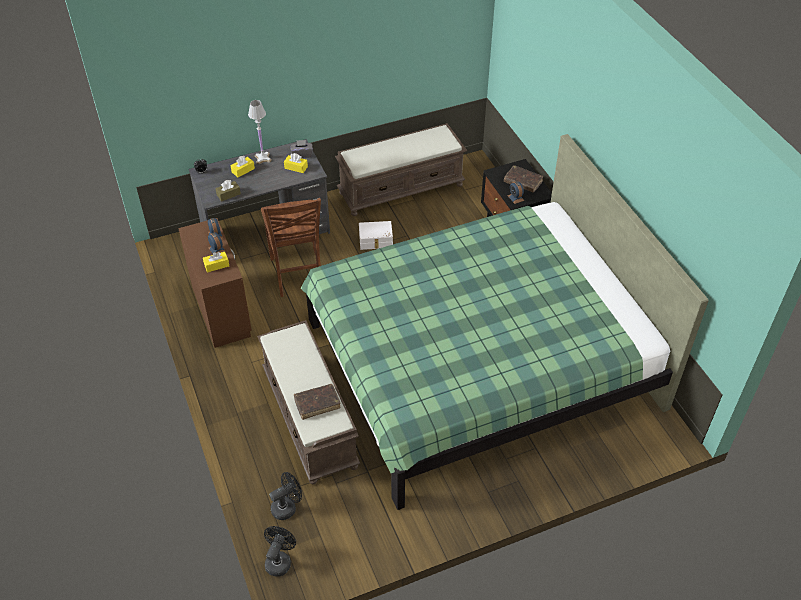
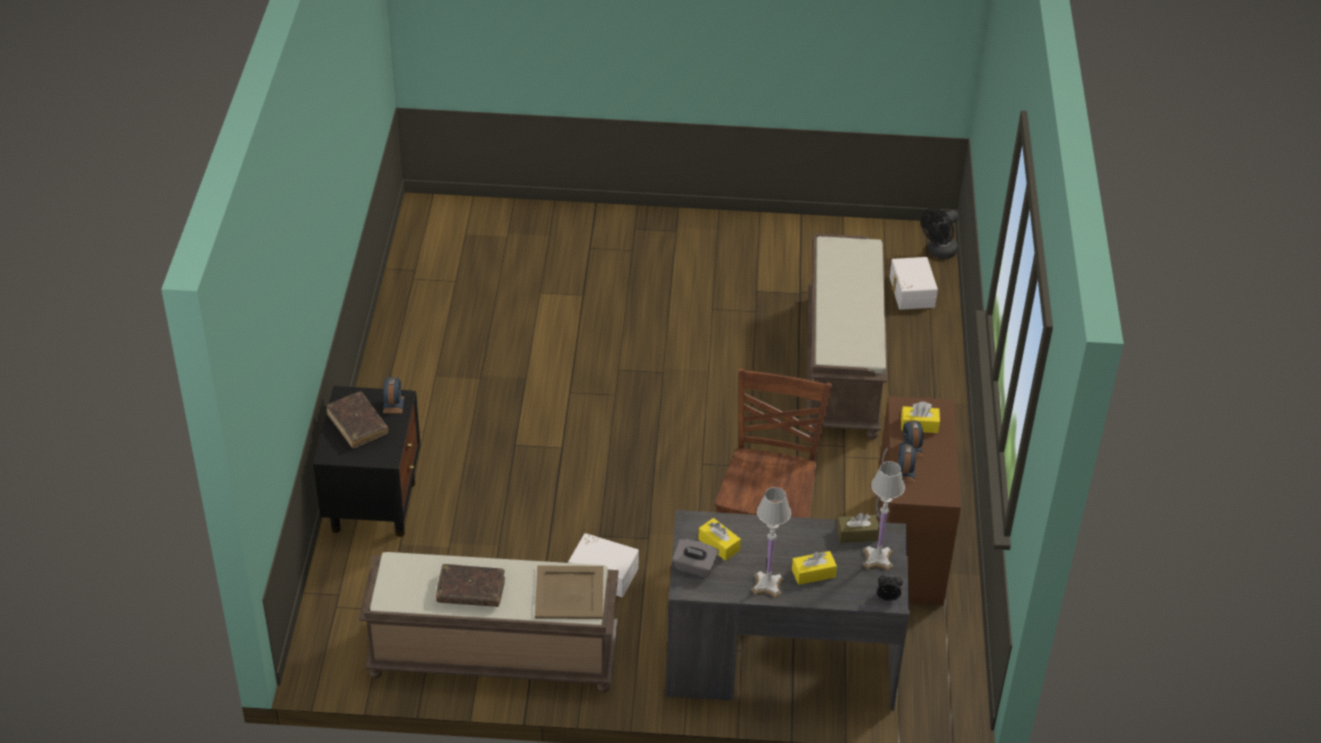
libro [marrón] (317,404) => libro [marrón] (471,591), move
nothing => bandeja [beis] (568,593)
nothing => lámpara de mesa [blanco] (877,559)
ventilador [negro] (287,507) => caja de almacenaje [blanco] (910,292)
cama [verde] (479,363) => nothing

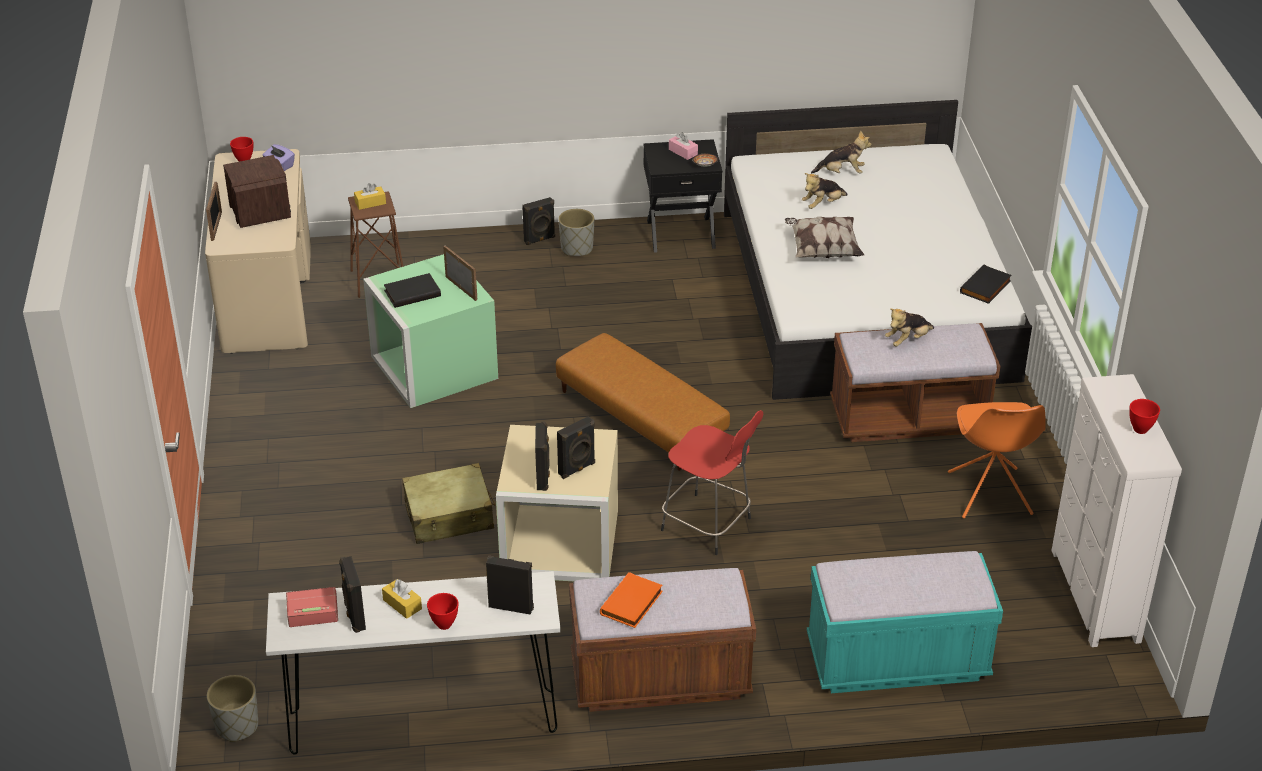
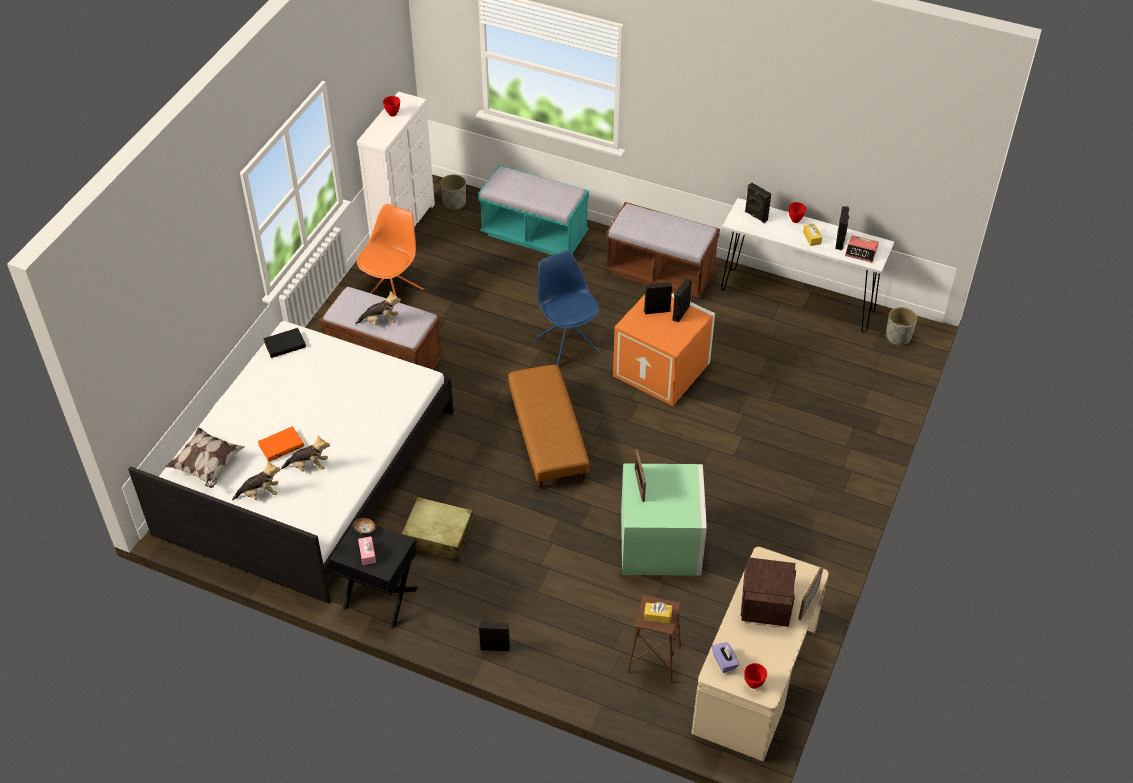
cojín (823,250) => cojín (207,466), move
peluche (842,173) => peluche (260,493), 135 degrees clockwise
libro [naranja] (632,604) => libro [naranja] (281,445), move
maleta [beis] (449,516) => maleta [beis] (438,536), move
maceta [gris] (577,248) => maceta [gris] (454,203), move
taburete [rojo] (709,525) => silla [azul] (567,344)
caja de almacenaje [beis] (558,544) => caja de almacenaje [naranja] (663,369)
libro [negro] (412,292) => nothing

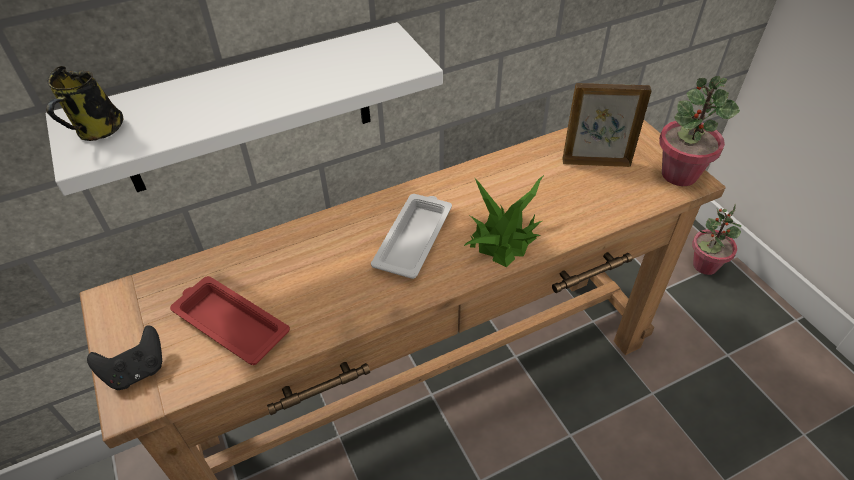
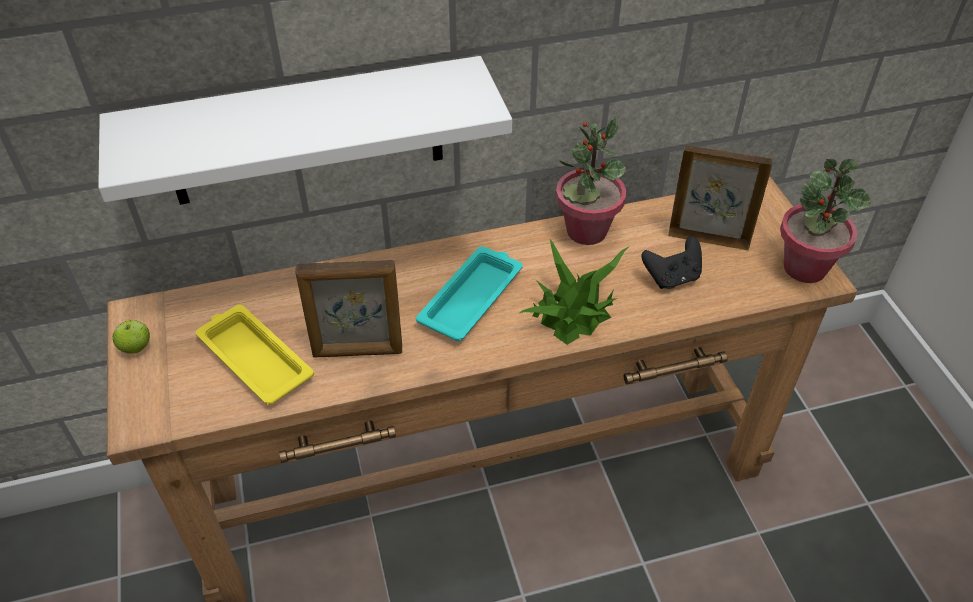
nothing => manzana (136,348)
bandeja [rojo] (229,323) => bandeja [amarillo] (254,358)
nothing => portarretratos (358,352)
bandeja [blanco] (414,238) => bandeja [turquesa] (472,297)
planta en maceta (705,265) => planta en maceta (586,231), move
mando de consola [negro] (137,371) => mando de consola [negro] (672,277), move
taza grande (97,131) => nothing

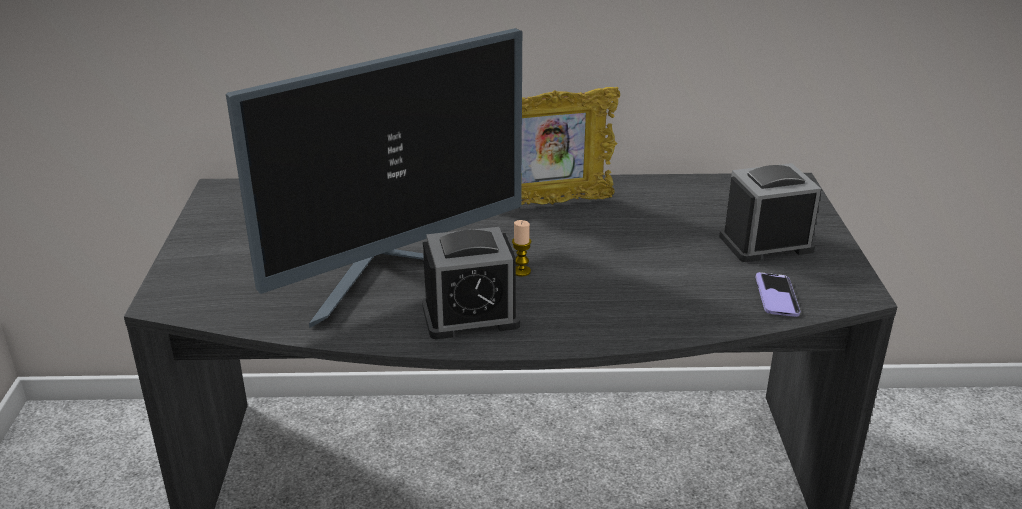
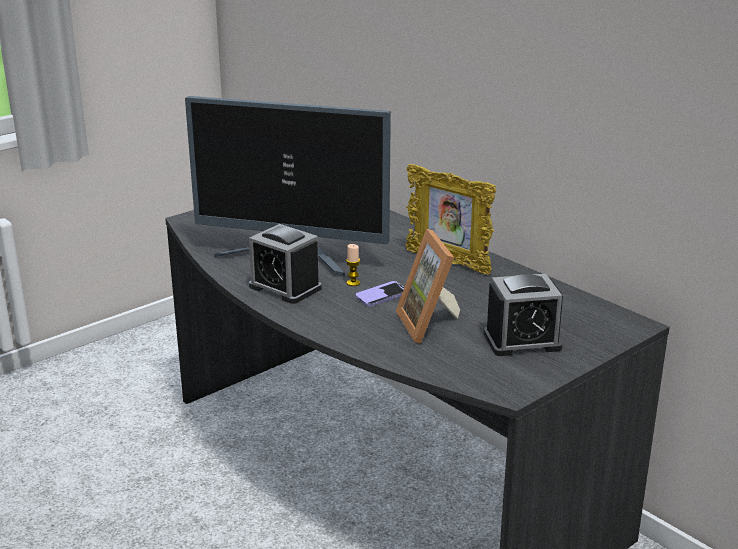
móvil (776,296) => móvil (381,295), move
nothing => portarretratos (431,324)
despertador (766,243) => despertador (522,341), 135 degrees clockwise

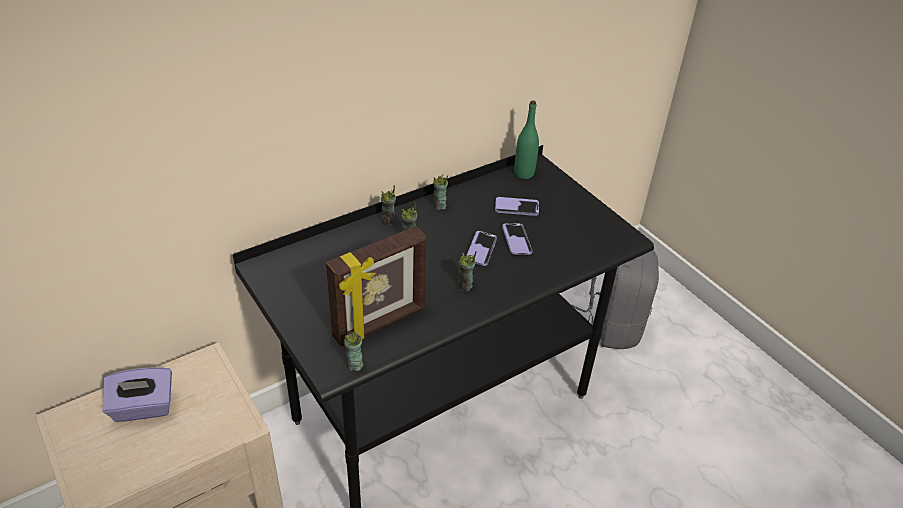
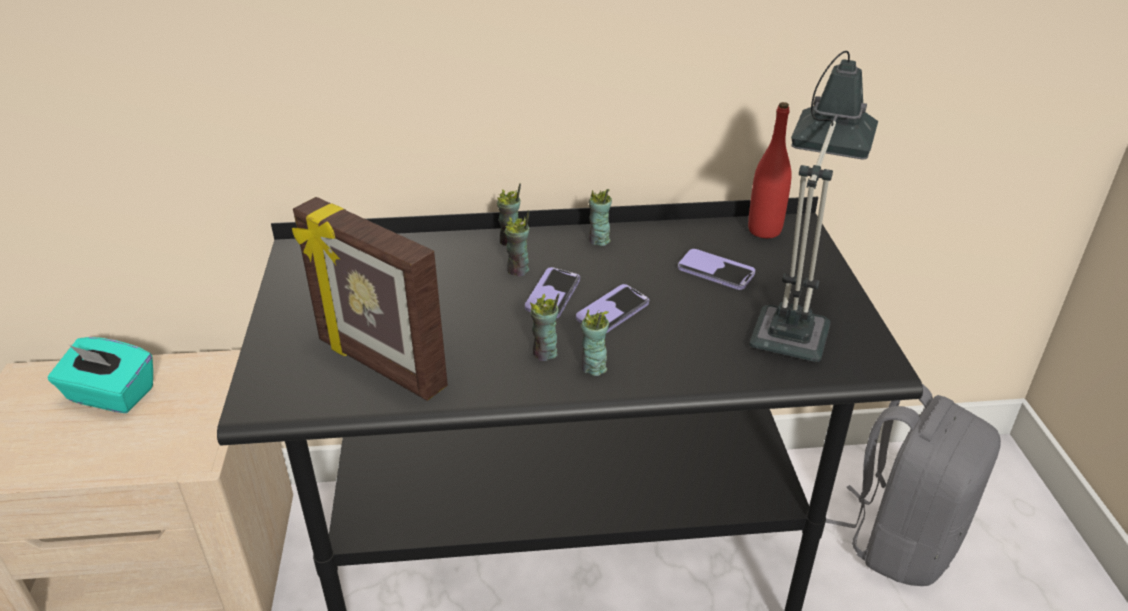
caja de pañuelos [morado] (143,408) => caja de pañuelos [turquesa] (111,396)
portarretratos (380,324) => portarretratos (379,365), 45 degrees clockwise
móvil (516,240) => móvil (553,295), move
taza (354,365) => taza (593,368), move
botella [verde] (524,173) => botella [rojo] (764,230)
nothing => lámpara de mesa (793,325)

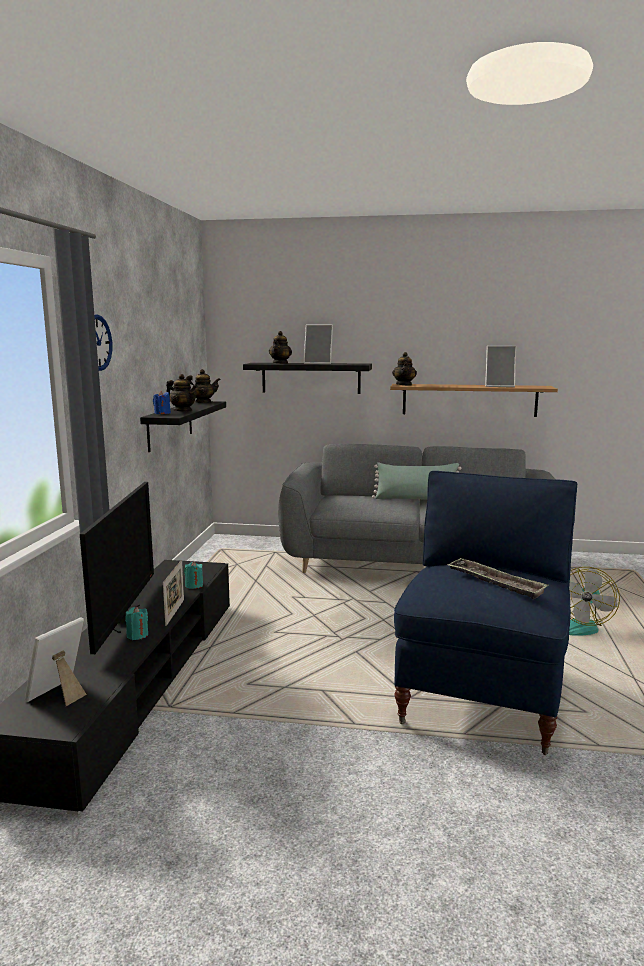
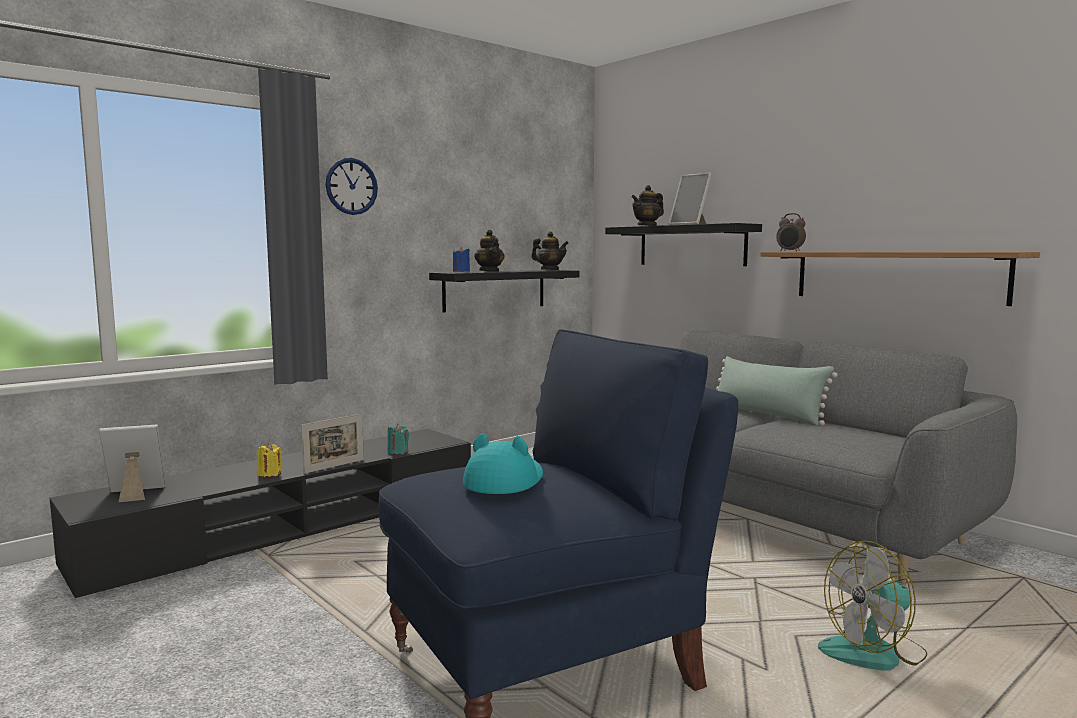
vela [turquesa] (137,635) => vela [amarillo] (270,474)
bandeja (495,582) => sombrero [turquesa] (504,481)
tetera (404,385) => despertador (790,251)
televisor (123,618) => nothing
portarretratos (499,386) => nothing

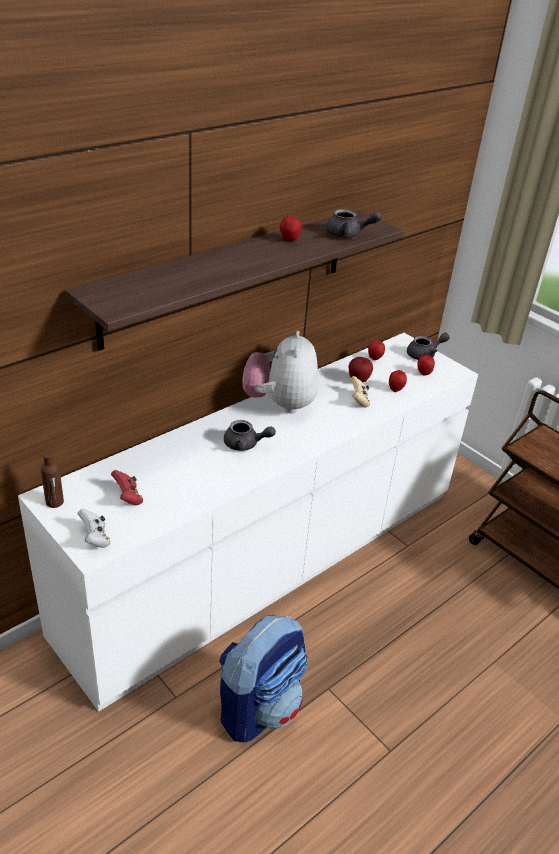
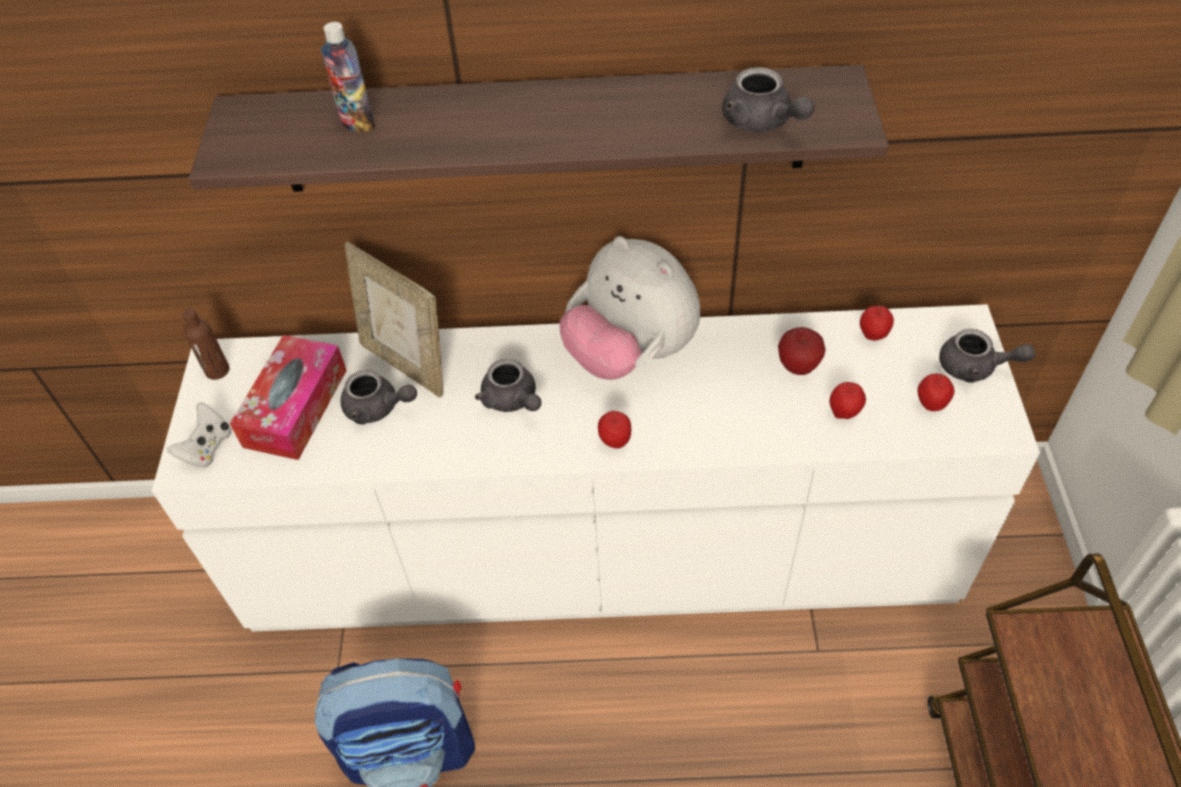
mando de consola [rojo] (128,497) => caja de pañuelos (295,408)
nothing => botella (357,123)
nothing => tetera [gris] (378,408)
nothing => portarretratos (406,364)
peluche (280,404) => peluche (630,354), 90 degrees counterclockwise
manzana (289,240) => manzana (615,442), move
mando de consola [beis] (359,400) => nothing

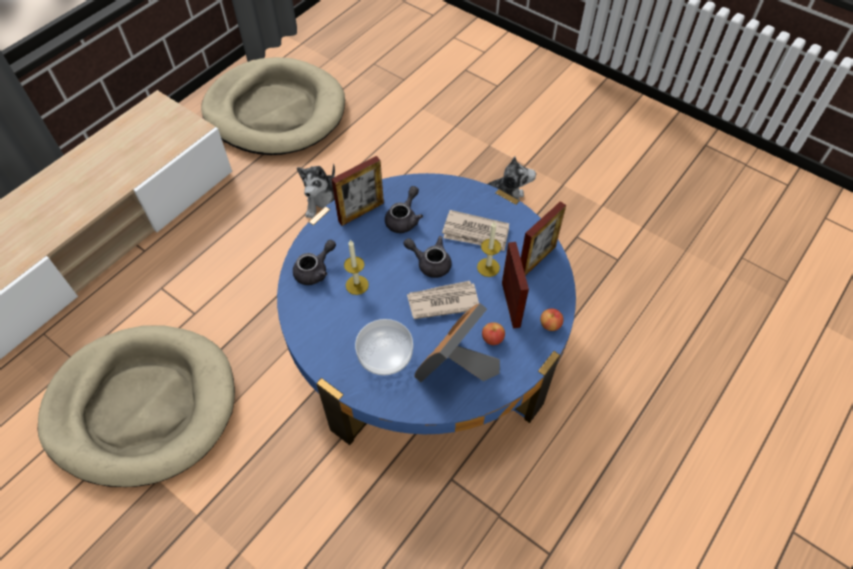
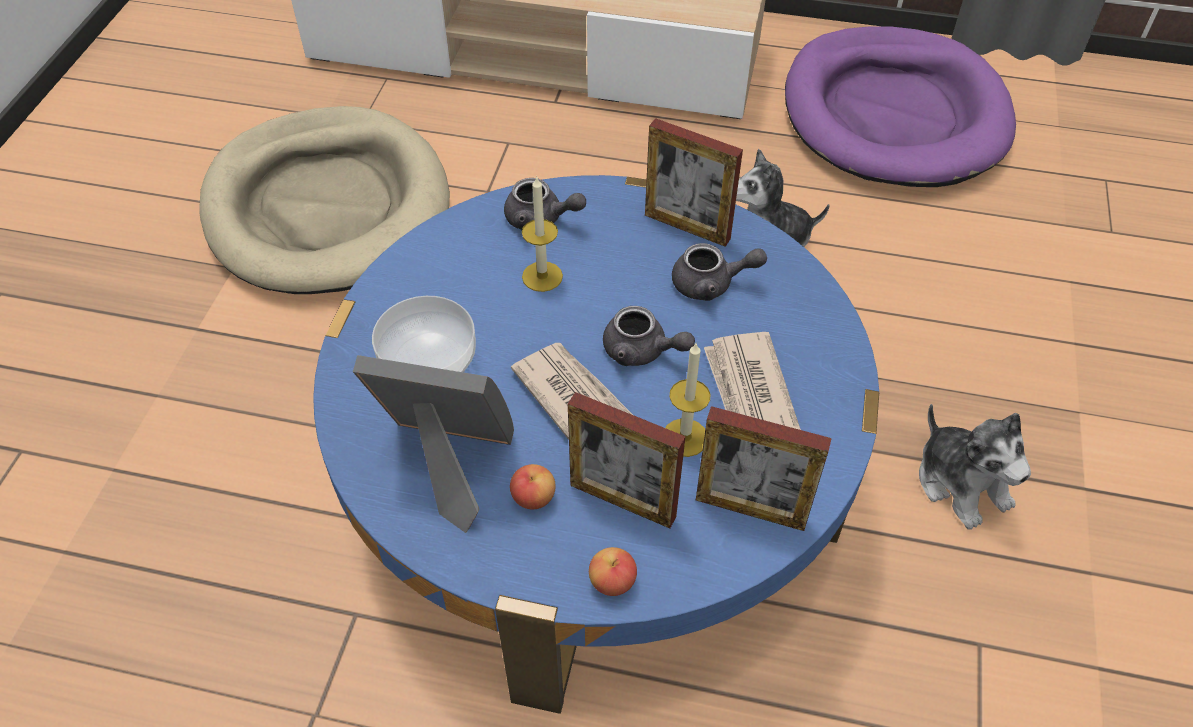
portarretratos (510,304) => portarretratos (622,501), 60 degrees clockwise
tetera [gris] (430,263) => tetera [gris] (642,351), 120 degrees clockwise
cama para perro [beis] (275,111) => cama para perro [morado] (893,114)

